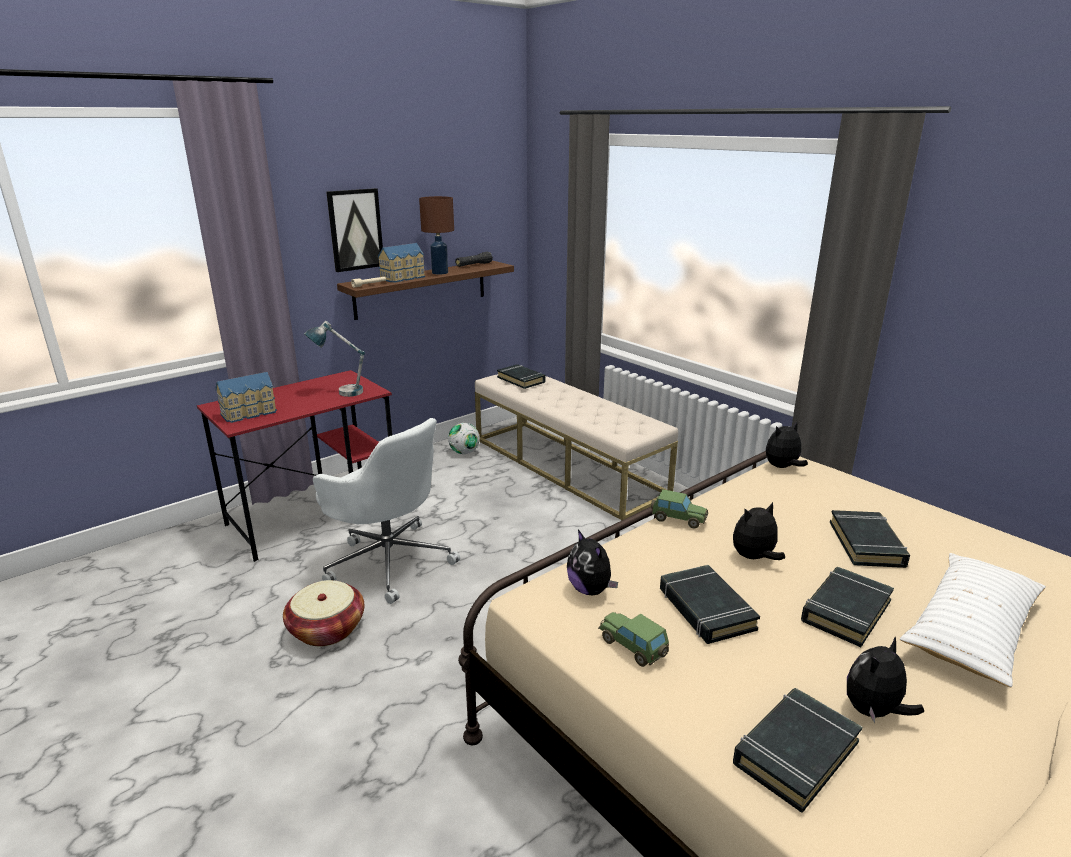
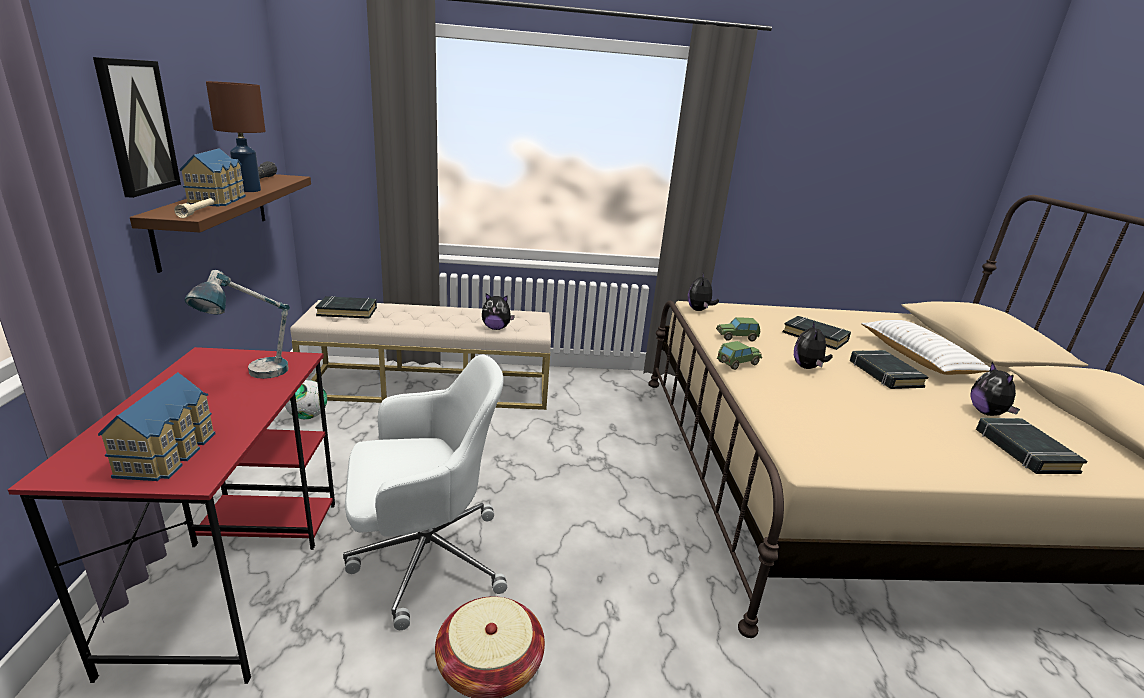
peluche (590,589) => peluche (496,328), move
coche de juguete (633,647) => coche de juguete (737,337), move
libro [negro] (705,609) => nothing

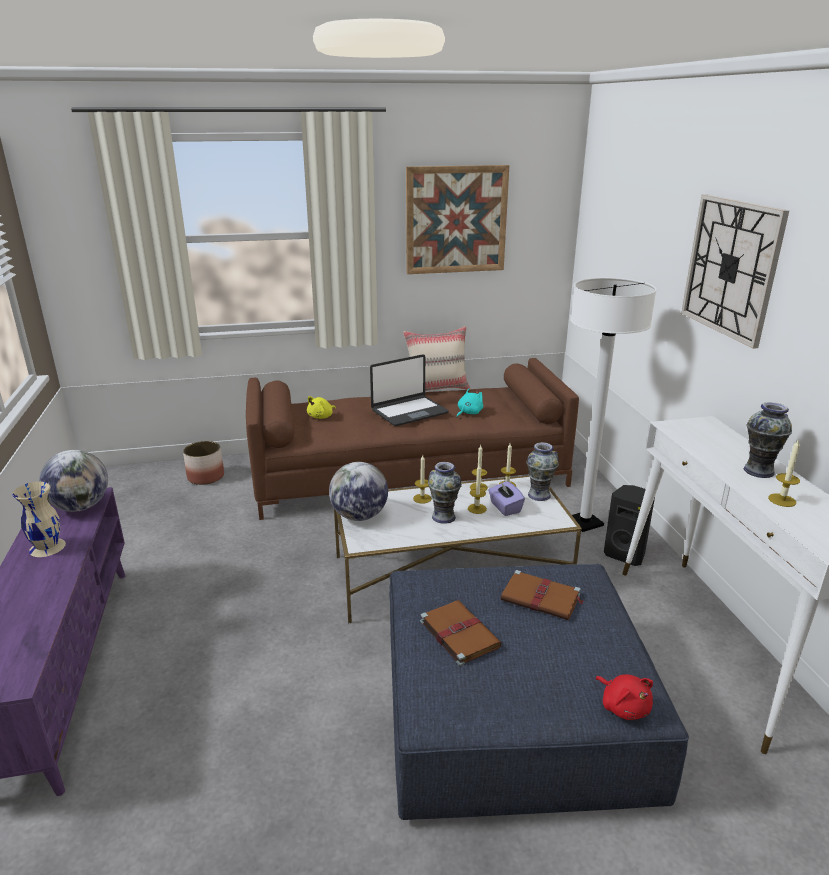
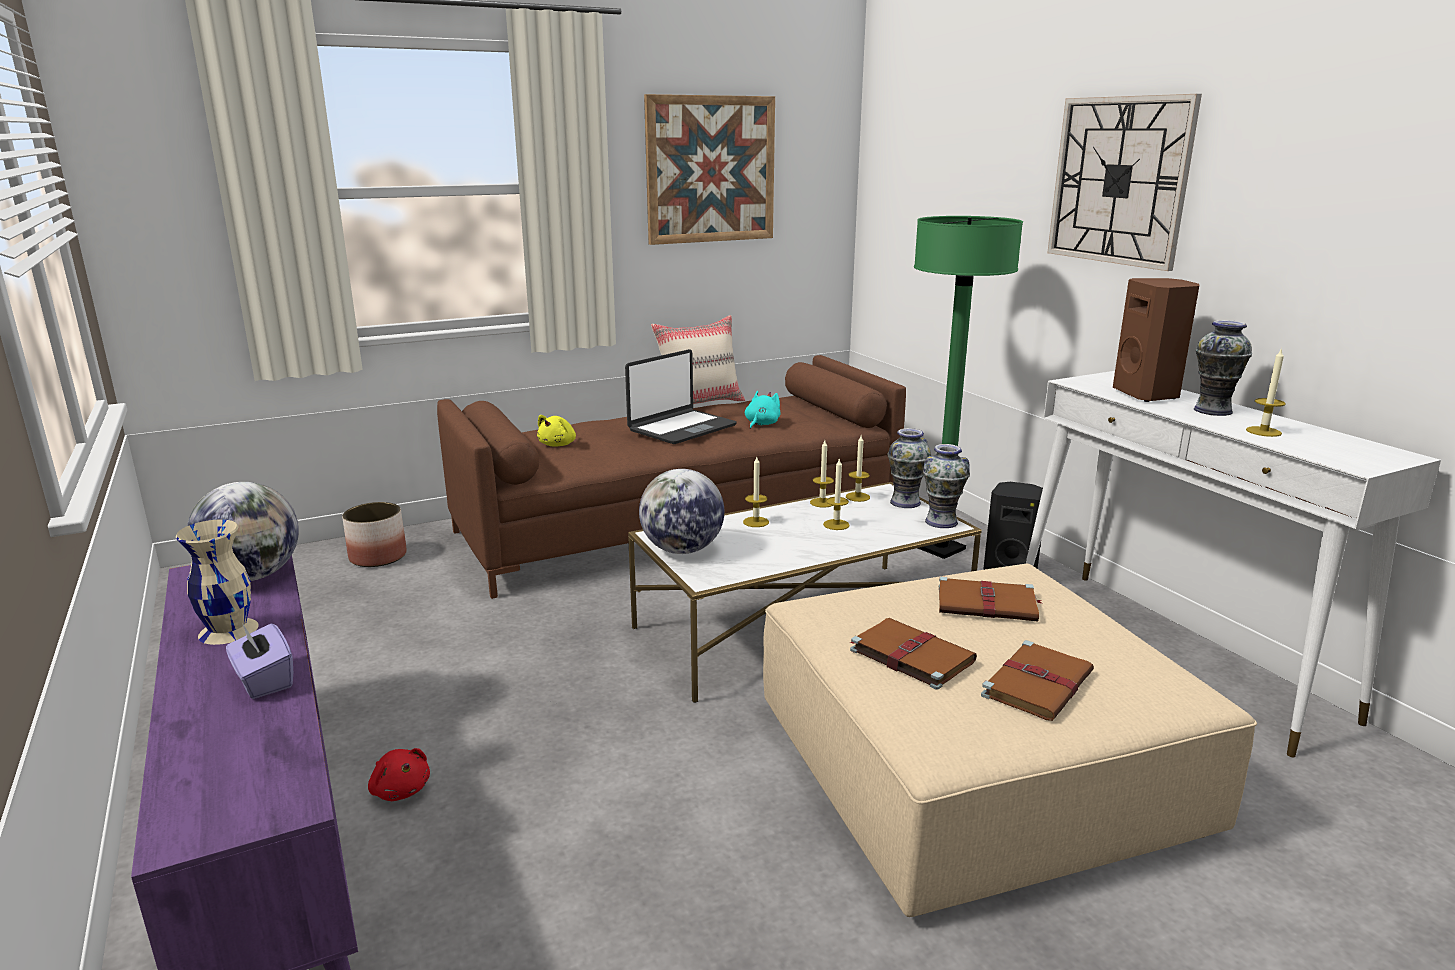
caja de pañuelos [morado] (505,508) => caja de pañuelos [morado] (264,681), move
peluche [rojo] (623,706) => peluche [rojo] (400,790), move
puf [azul] (512,712) => puf [beis] (974,767)
lámpara de pie [blanco] (584,523) => lámpara de pie [verde] (940,549)
florero (444,517) => florero (941,522), move
nothing => libro [marrón] (1038,683)
nothing => altavoz [marrón] (1148,395)

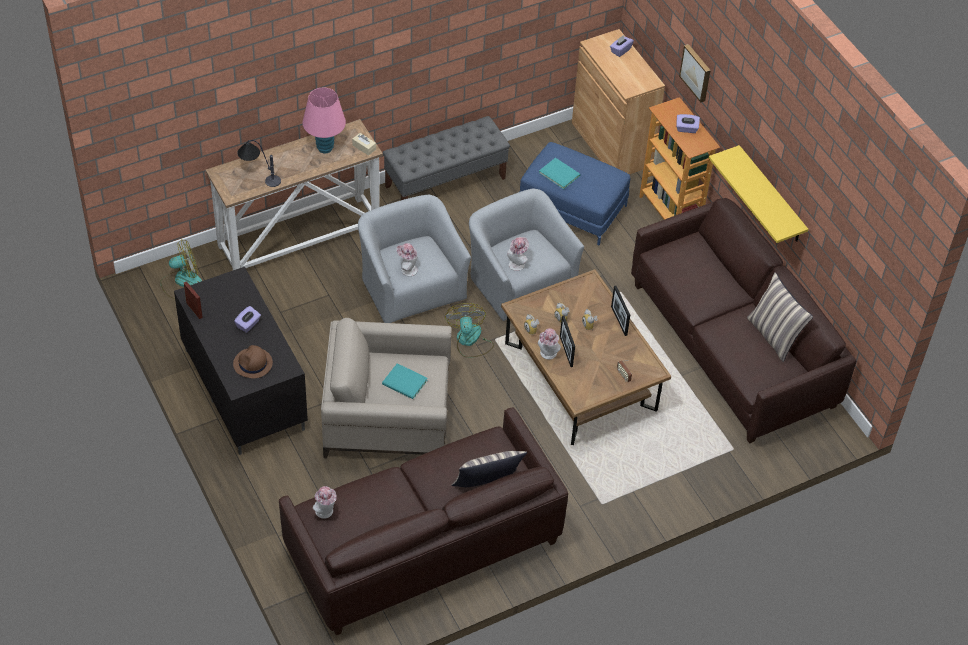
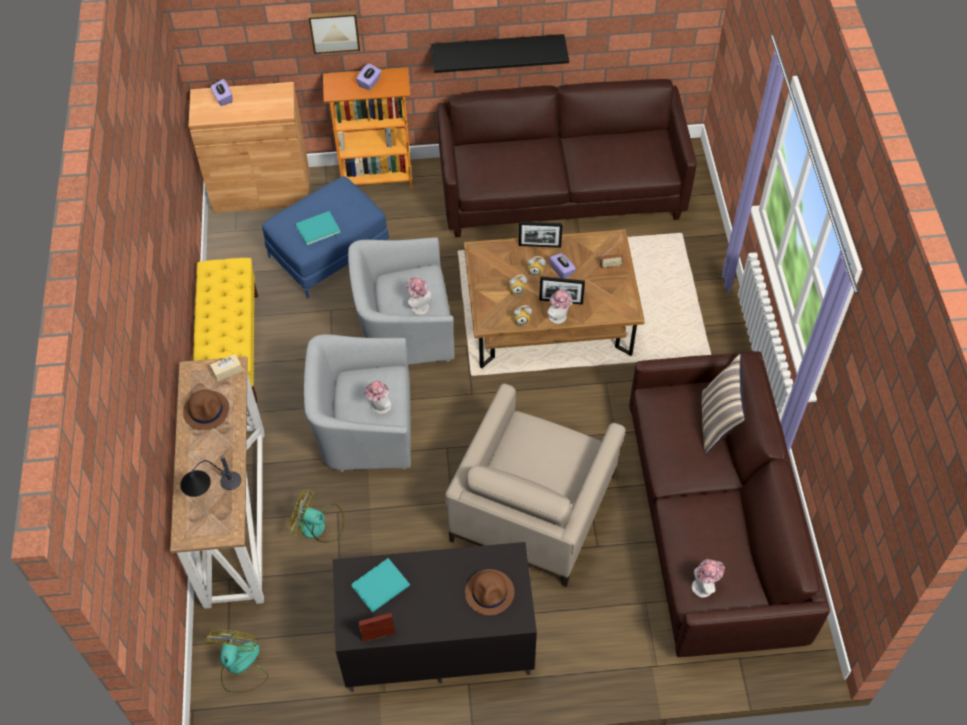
lámpara de mesa [rosa] (325,148) => sombrero [marrón] (206,410)
banco [gris] (445,182) => banco [amarillo] (232,348)
ventilador (469,341) => ventilador (318,526), move
libro [turquesa] (405,383) => libro [turquesa] (382,586), move
estante [amarillo] (771,196) => estante [negro] (498,50)
caja de pañuelos [morado] (248,324) => caja de pañuelos [morado] (562,270), move
cojín (774,336) => nothing

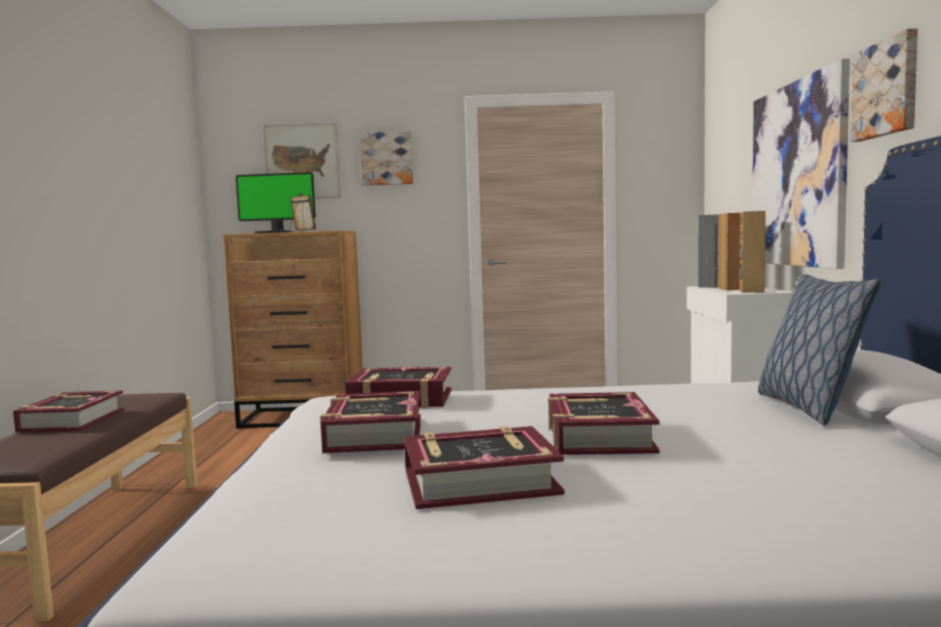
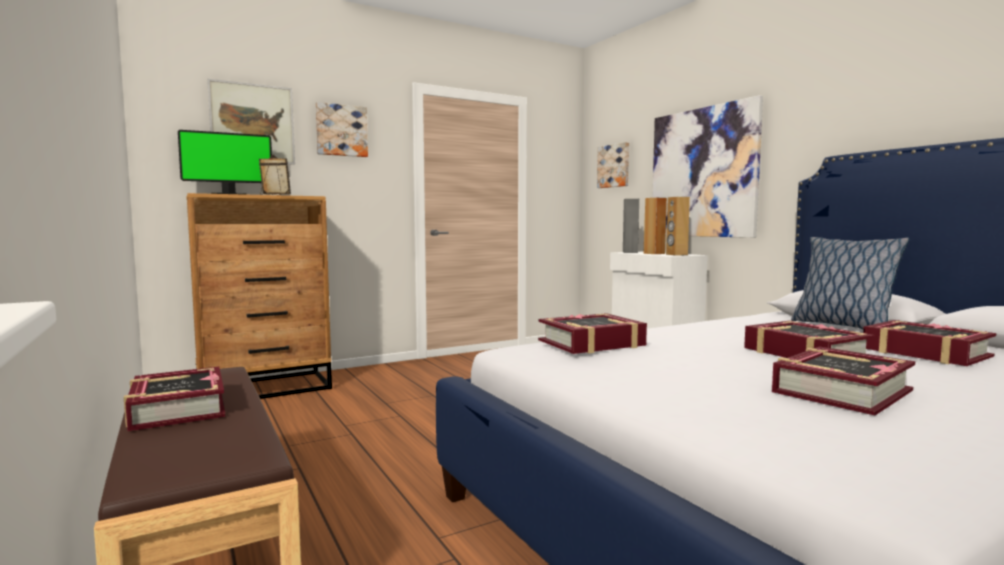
cuadro (887,89) => cuadro (614,166), move
libro (374,434) => libro (925,353), move

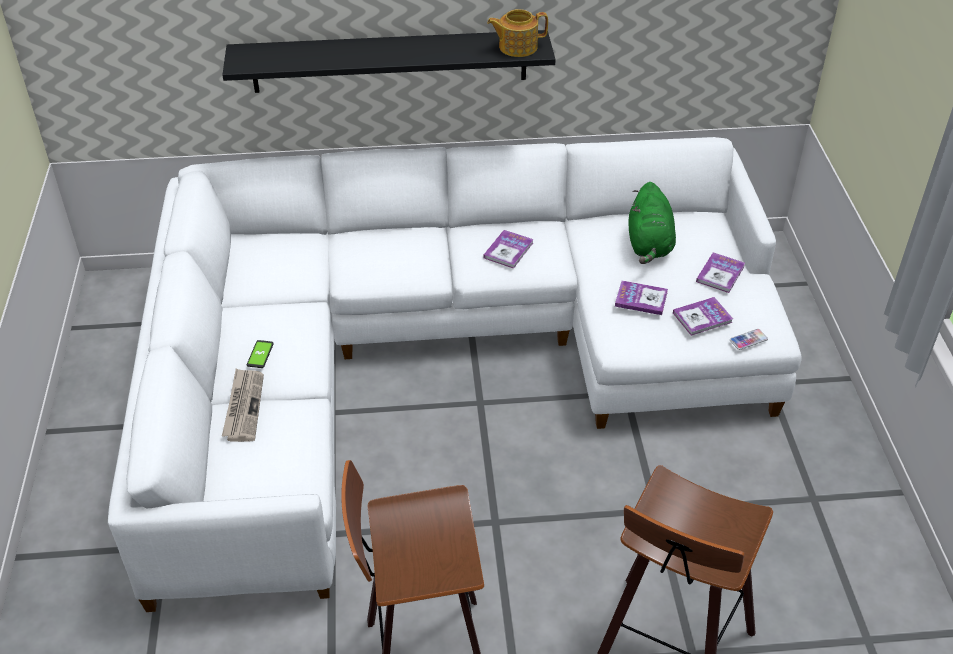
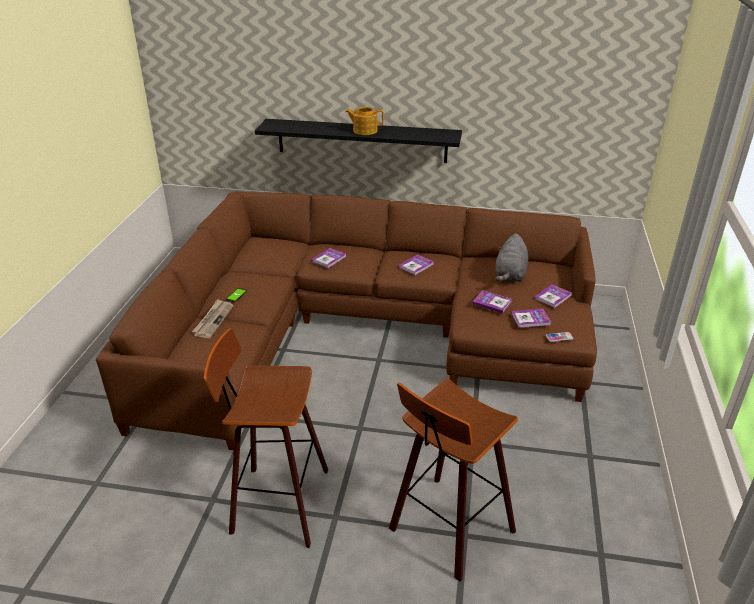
sofá [blanco] (437,359) => sofá [marrón] (361,332)
nothing => libro (329,259)
tetera (517,47) => tetera (364,130), move
peluche [verde] (649,245) => peluche [gris] (510,275)

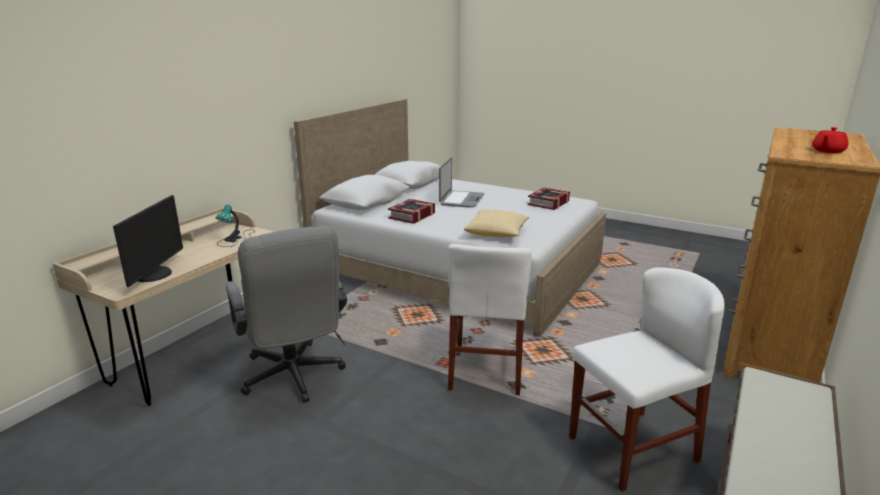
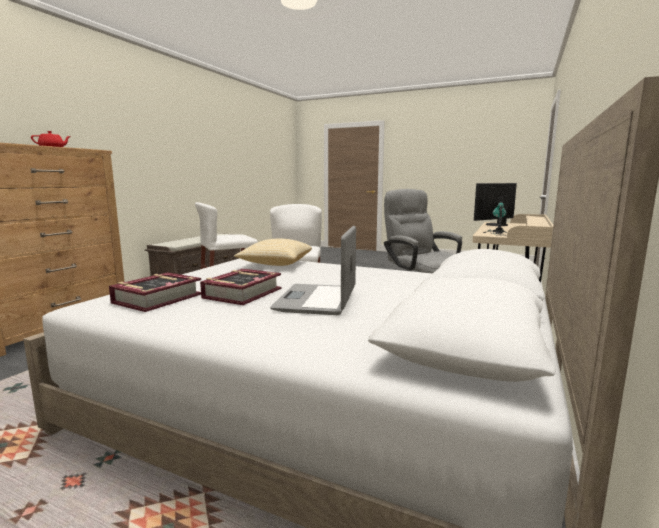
libro (412,216) => libro (242,293), move
monitor (154,274) => monitor (495,225), 60 degrees clockwise

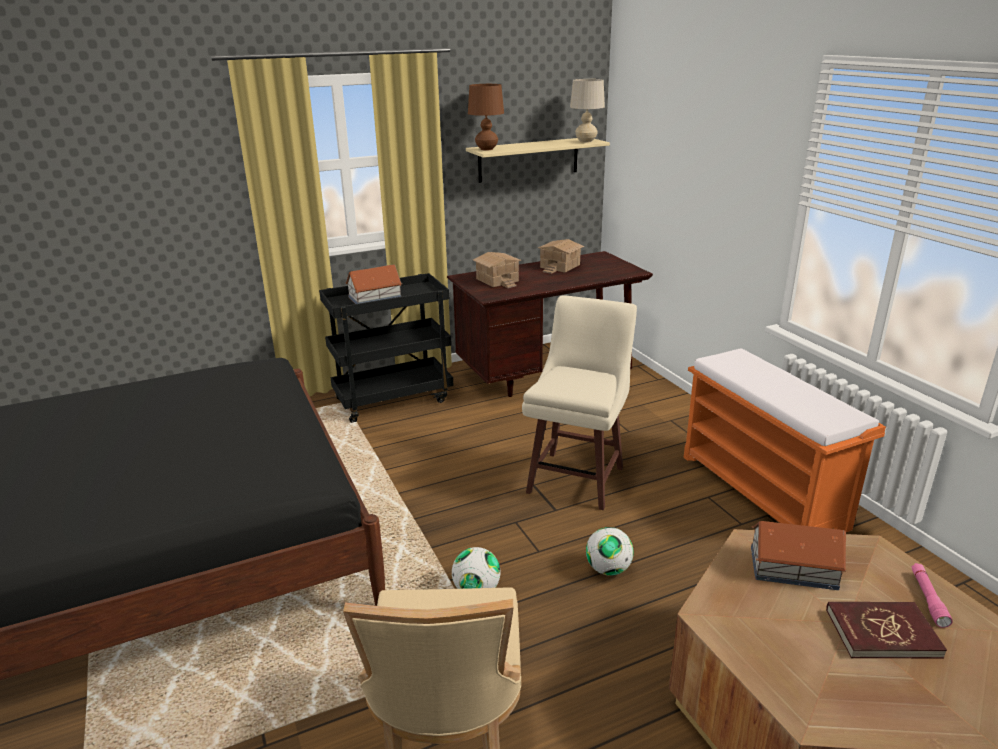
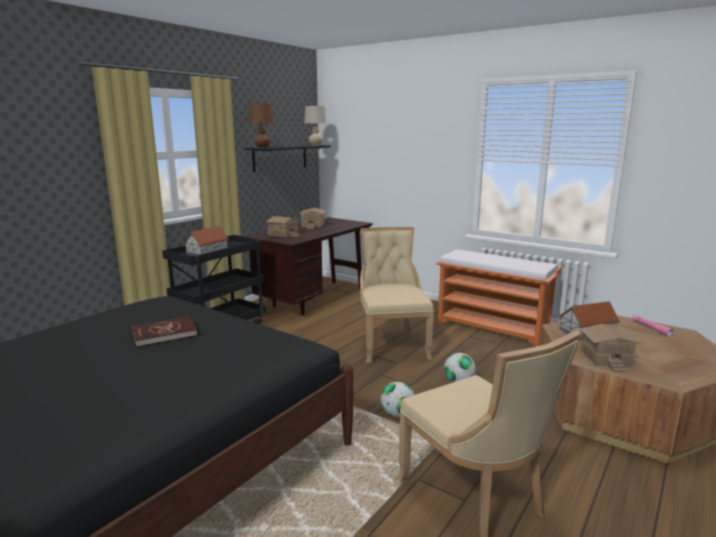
libro [rojo] (882,633) => libro [rojo] (164,334), move
estante [beis] (528,159) => estante [negro] (280,157)
taburete [beis] (577,478) => silla [beis] (392,345)
nothing => casita (604,357)

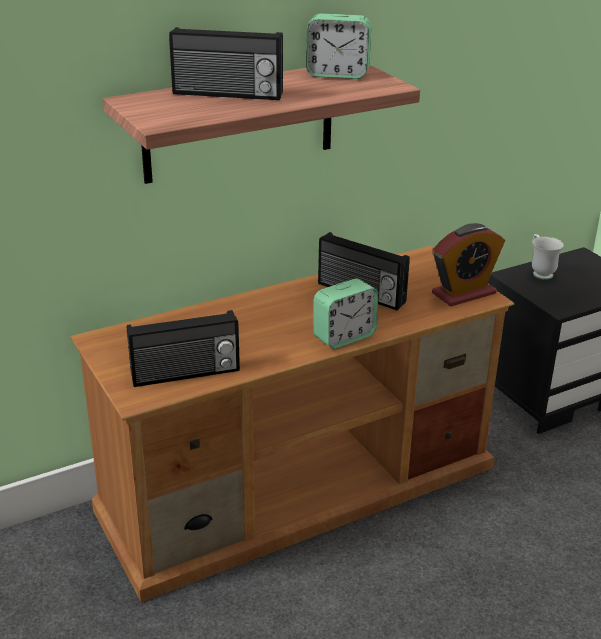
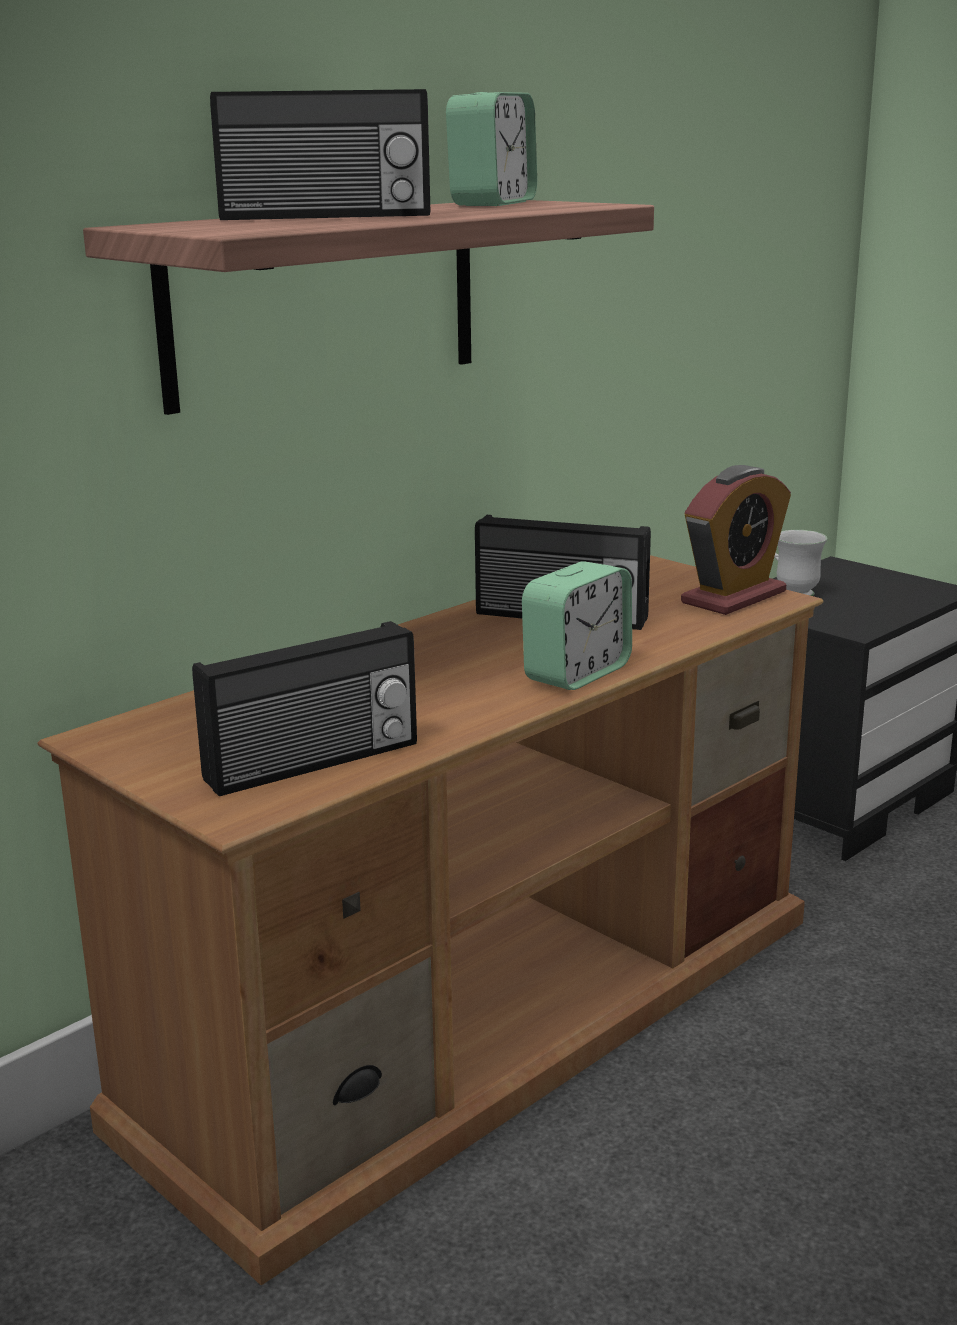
despertador (337,74) => despertador (493,203), 60 degrees counterclockwise

